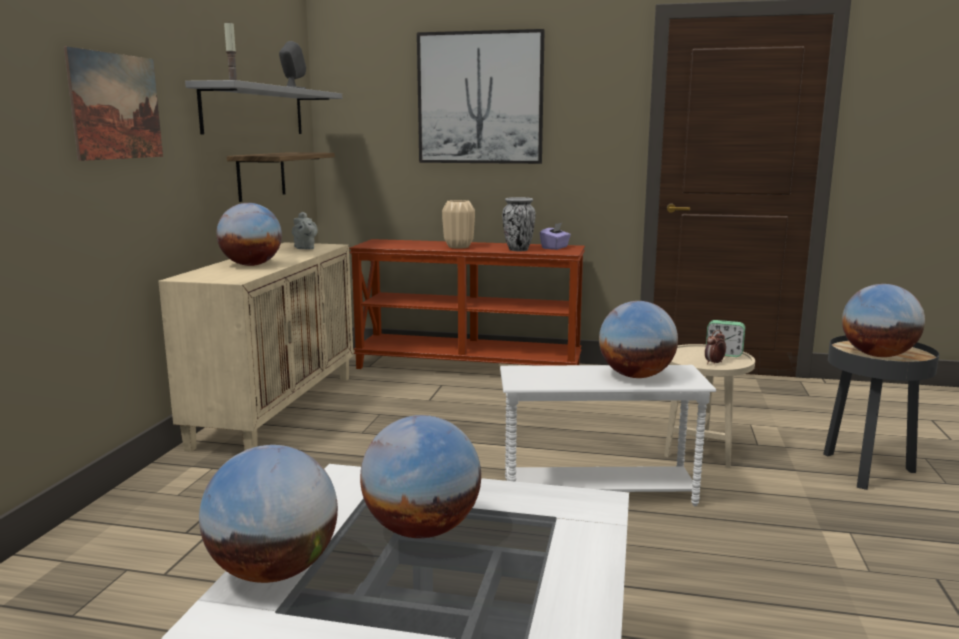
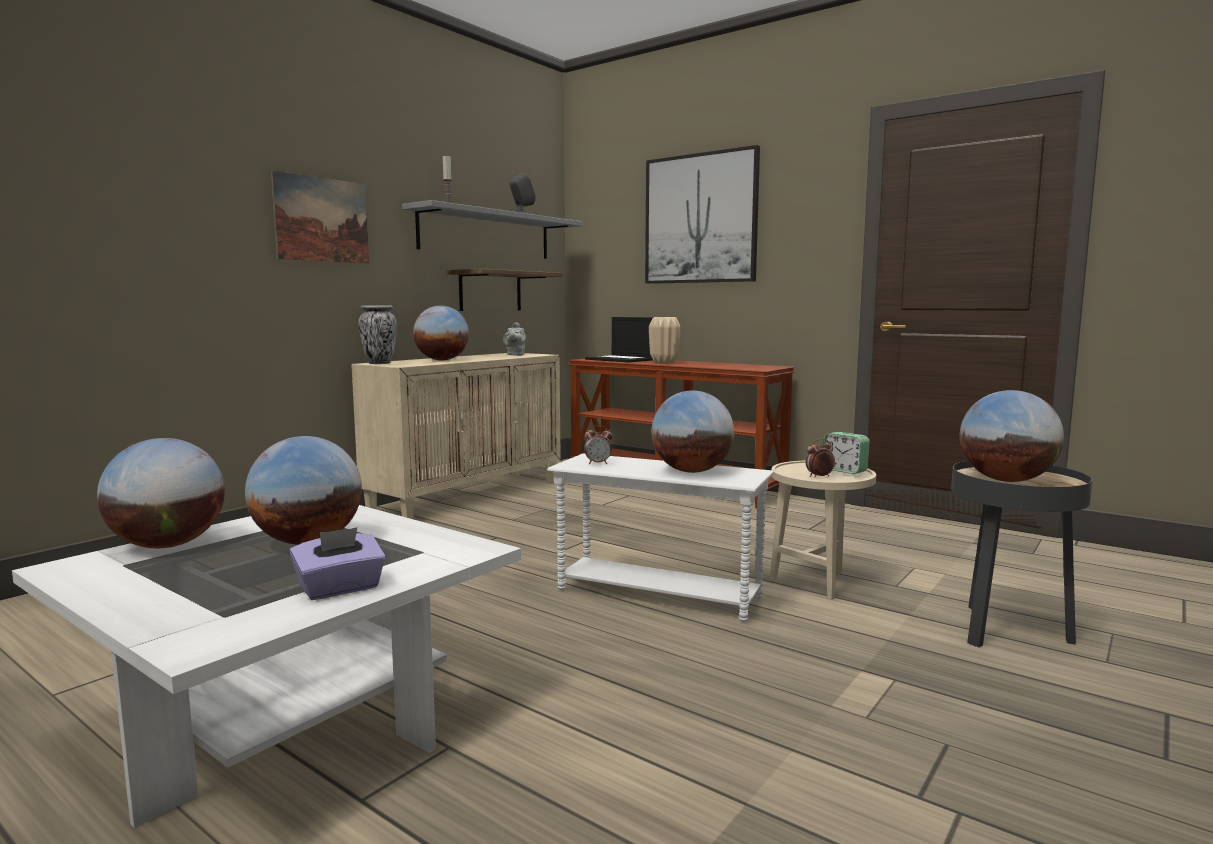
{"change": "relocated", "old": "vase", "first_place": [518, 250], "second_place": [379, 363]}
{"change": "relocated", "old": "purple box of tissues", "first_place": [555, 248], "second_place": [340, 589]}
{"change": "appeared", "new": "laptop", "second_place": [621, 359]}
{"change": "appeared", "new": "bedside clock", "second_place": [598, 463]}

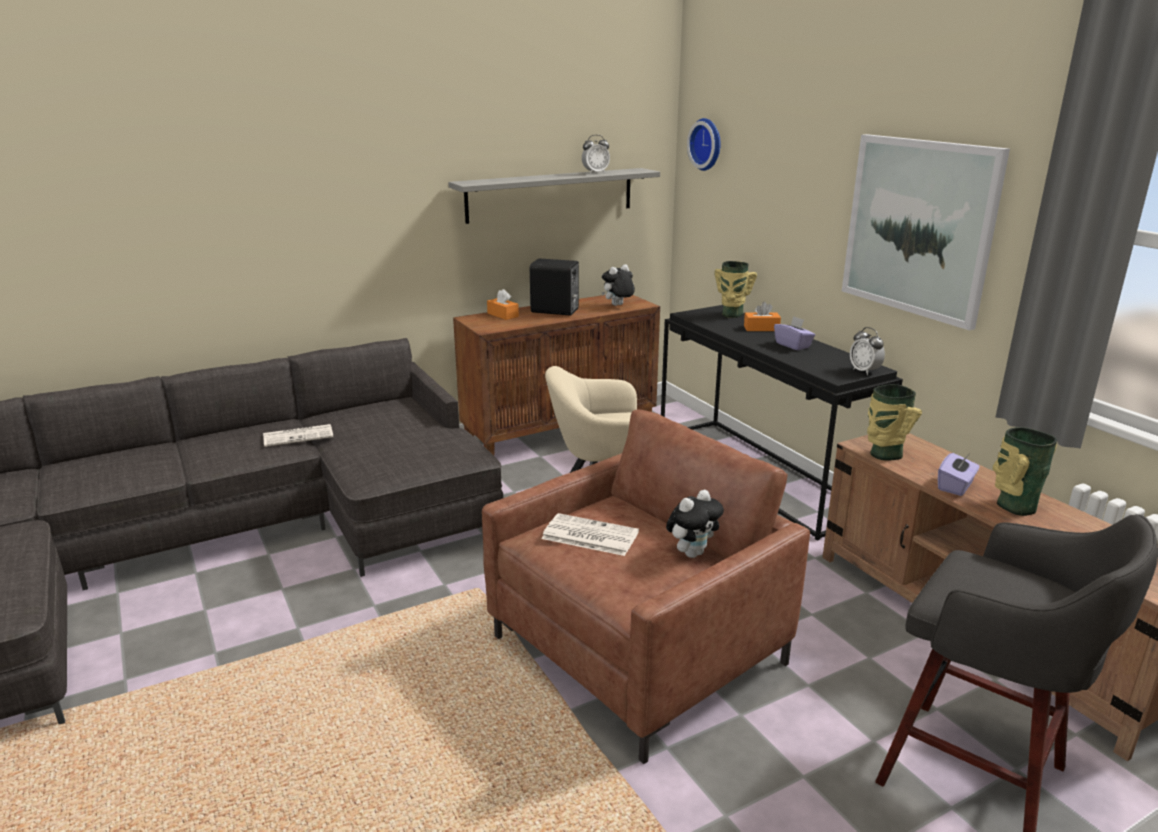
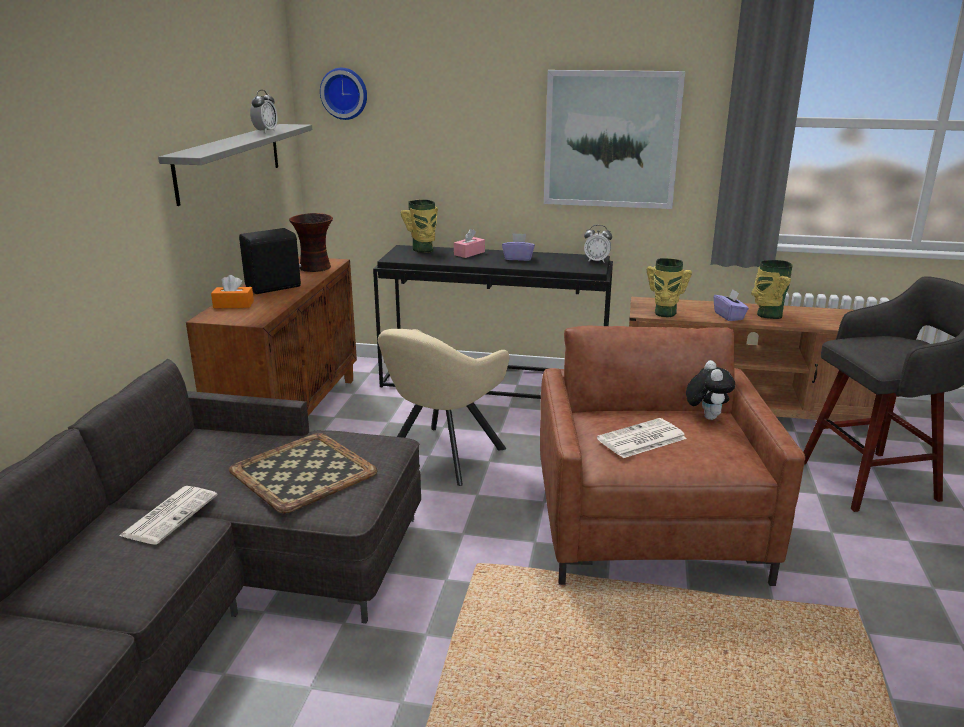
{"change": "exchanged", "old": "soft toy", "new": "vase", "first_place": [617, 305], "second_place": [315, 268]}
{"change": "colour", "old": "orangey box of tissues", "new": "pink box of tissues", "first_place": [761, 328], "second_place": [469, 253]}
{"change": "appeared", "new": "tray", "second_place": [301, 472]}

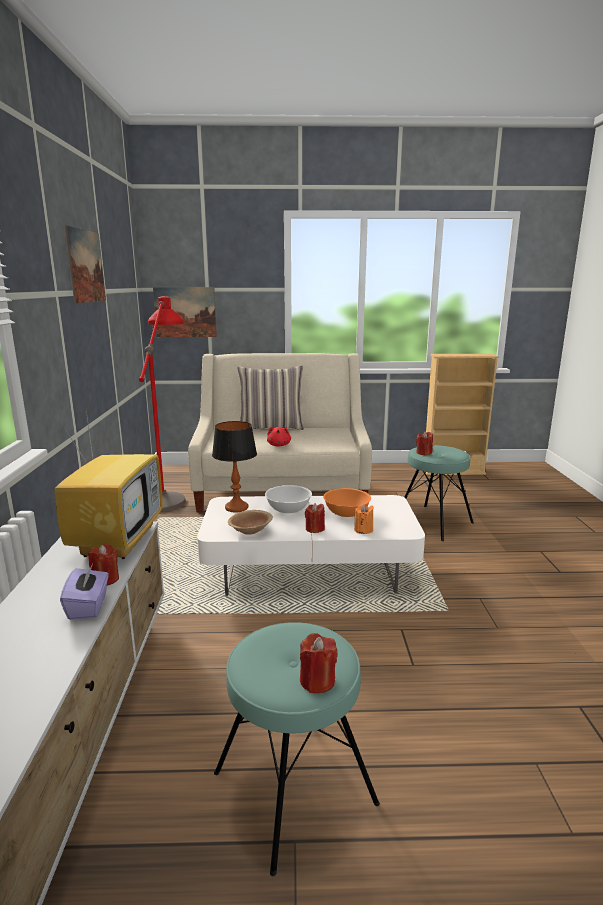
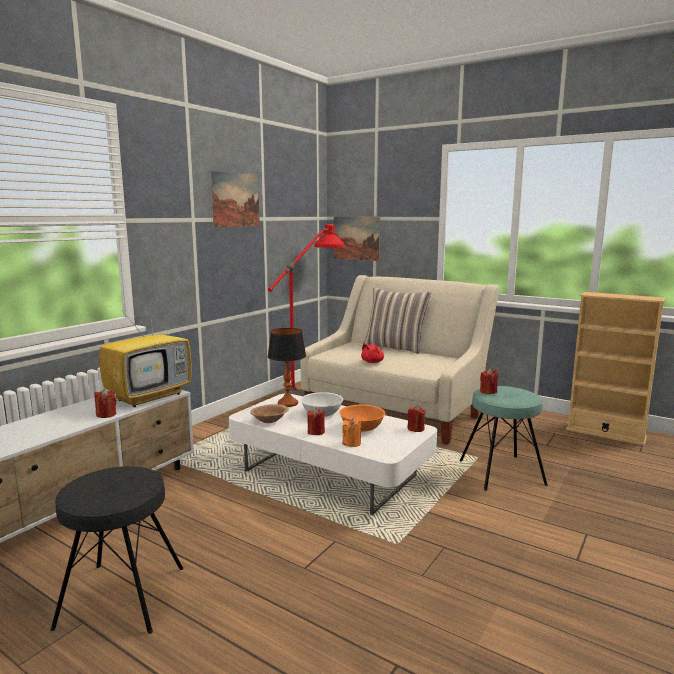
{"change": "missing", "old": "purple box of tissues", "first_place": [88, 606]}
{"change": "colour", "old": "blue-green stool", "new": "blackish stool", "first_place": [294, 787], "second_place": [122, 596]}
{"change": "relocated", "old": "reddish wax light", "first_place": [317, 681], "second_place": [415, 429]}

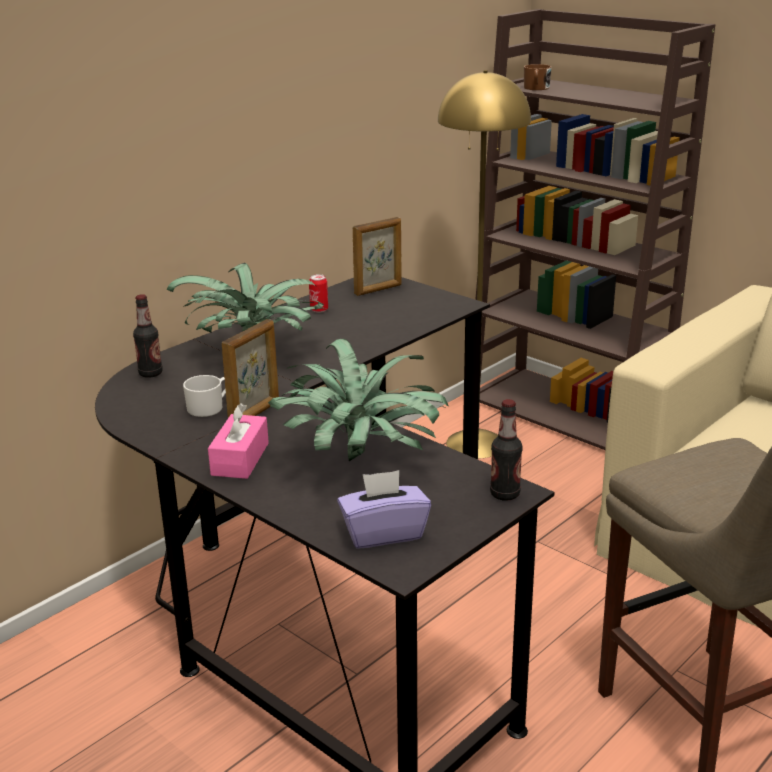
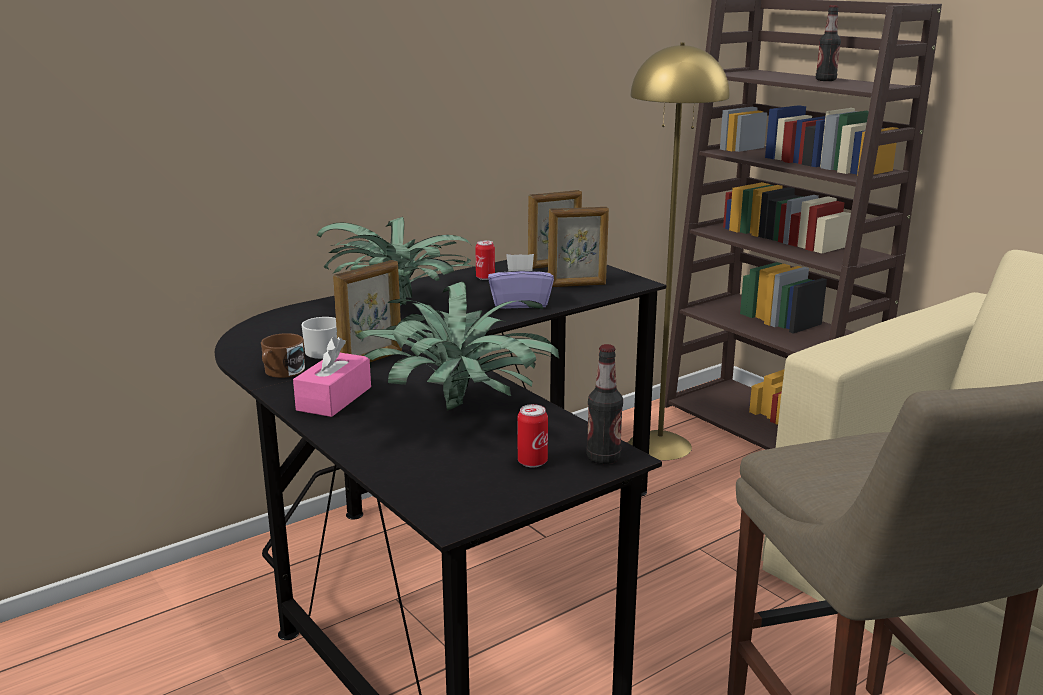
{"change": "relocated", "old": "brown tea mug", "first_place": [536, 88], "second_place": [281, 372]}
{"change": "relocated", "old": "drink bottle", "first_place": [150, 373], "second_place": [825, 80]}
{"change": "relocated", "old": "purple box of tissues", "first_place": [383, 533], "second_place": [520, 303]}
{"change": "appeared", "new": "picture frame", "second_place": [577, 285]}
{"change": "appeared", "new": "metal can", "second_place": [532, 462]}

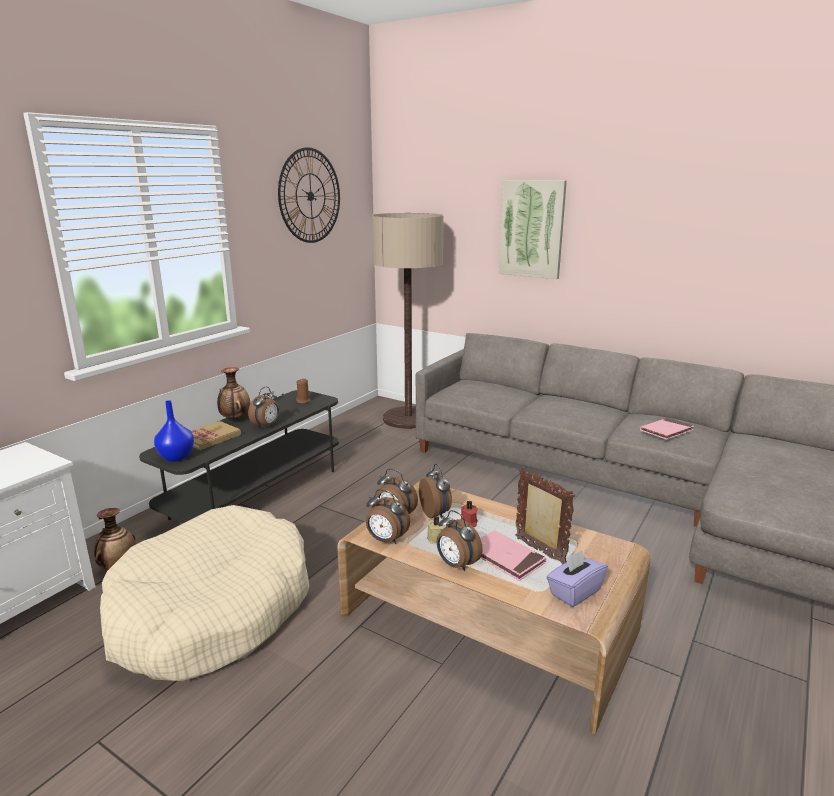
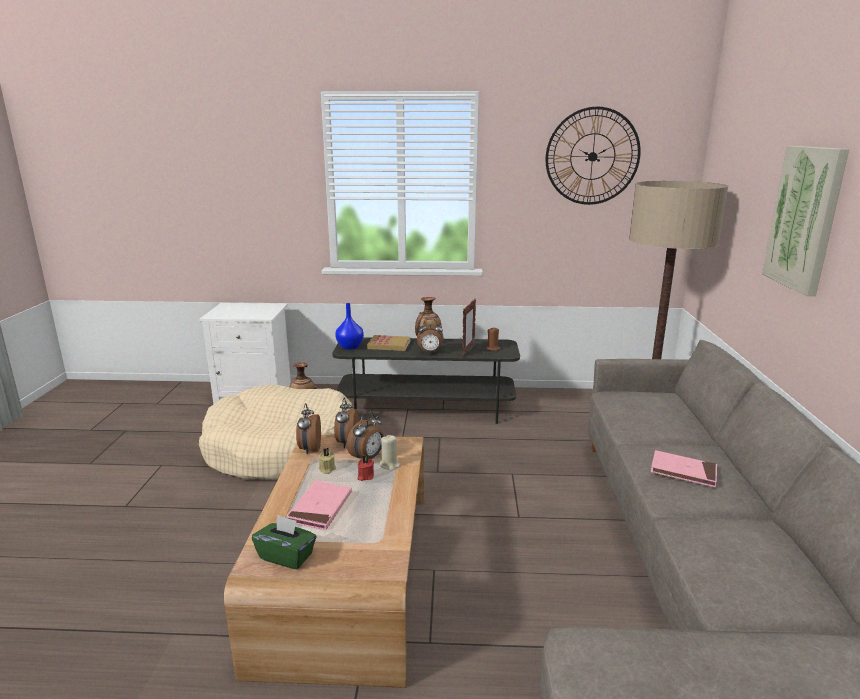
{"change": "relocated", "old": "pink book", "first_place": [666, 431], "second_place": [683, 471]}
{"change": "relocated", "old": "picture frame", "first_place": [539, 552], "second_place": [468, 350]}
{"change": "missing", "old": "bedside clock", "first_place": [456, 565]}
{"change": "colour", "old": "purple box of tissues", "new": "green box of tissues", "first_place": [574, 592], "second_place": [286, 556]}
{"change": "appeared", "new": "beige-coloured wax light", "second_place": [390, 465]}

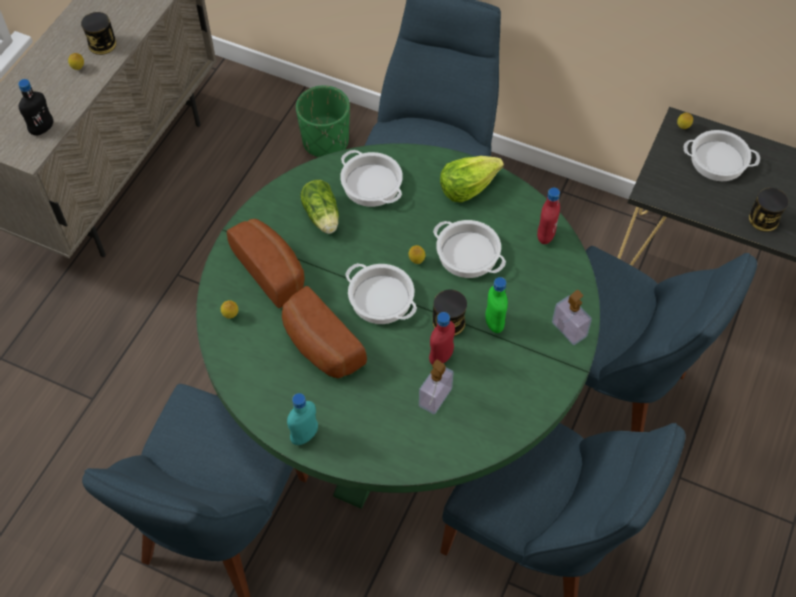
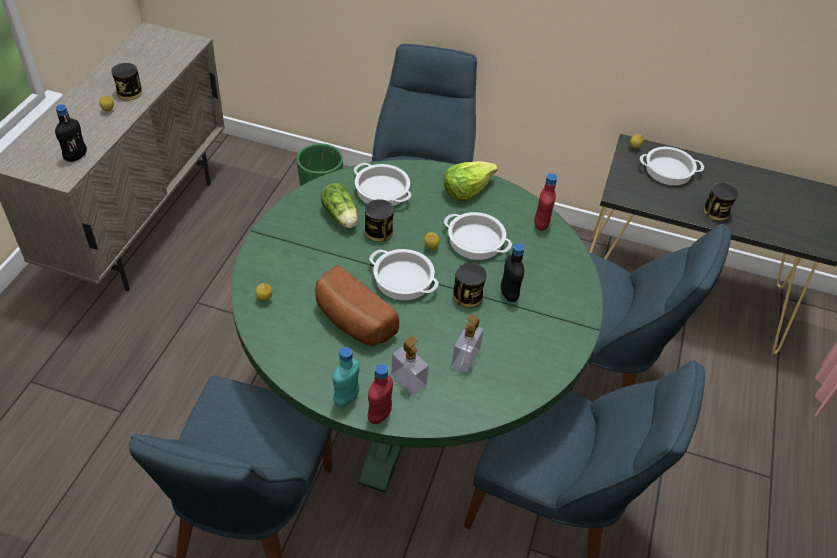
{"change": "missing", "old": "baked bread", "first_place": [272, 269]}
{"change": "colour", "old": "green drink bottle", "new": "blackish drink bottle", "first_place": [494, 323], "second_place": [508, 294]}
{"change": "relocated", "old": "liquid soap bottle", "first_place": [569, 329], "second_place": [408, 380]}
{"change": "relocated", "old": "reddish drink bottle", "first_place": [441, 357], "second_place": [379, 415]}
{"change": "appeared", "new": "metal can", "second_place": [378, 232]}

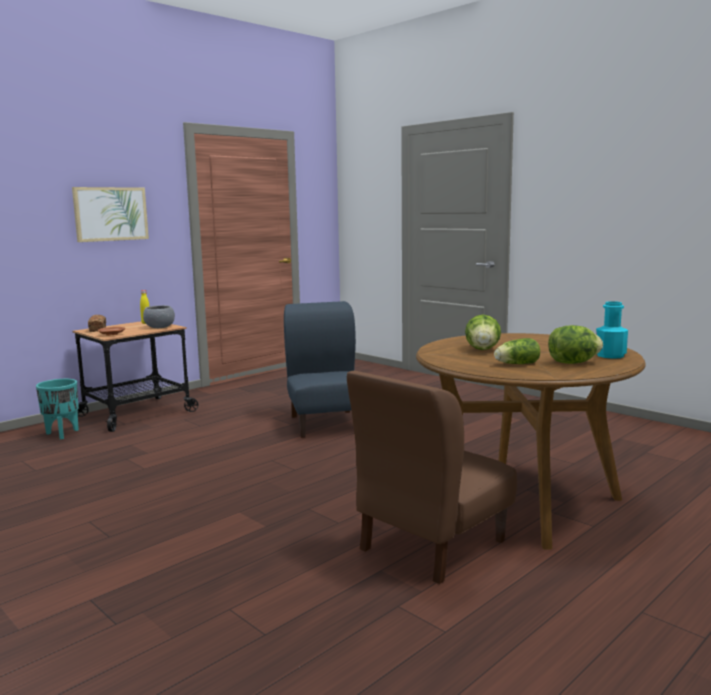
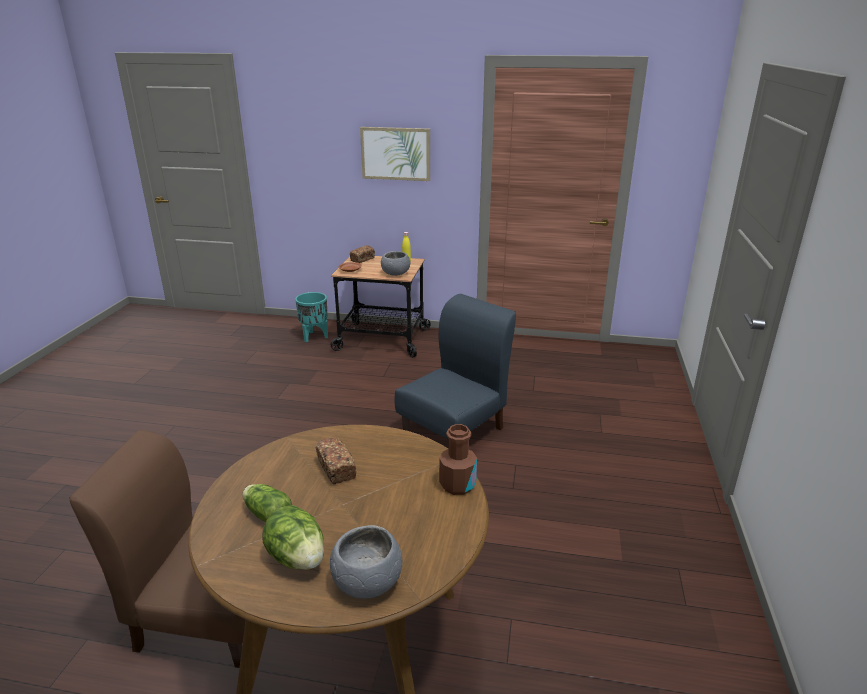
{"change": "exchanged", "old": "blue-green drink bottle", "new": "gray bowl", "first_place": [610, 355], "second_place": [367, 582]}
{"change": "exchanged", "old": "lettuce", "new": "baked bread", "first_place": [482, 349], "second_place": [336, 469]}
{"change": "appeared", "new": "brown drink bottle", "second_place": [457, 485]}

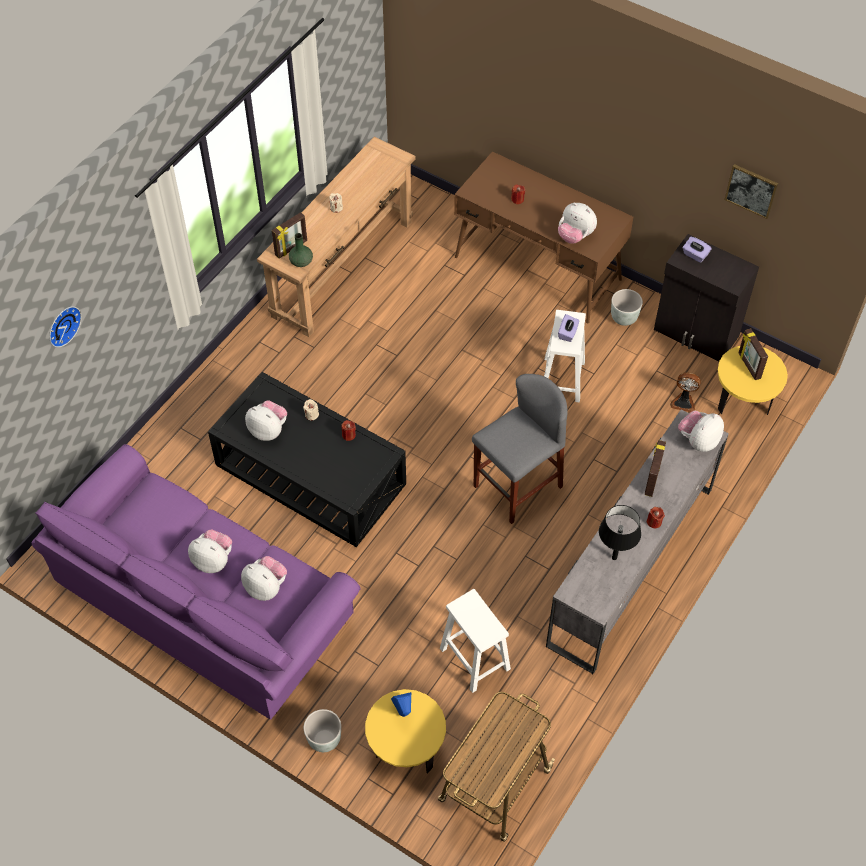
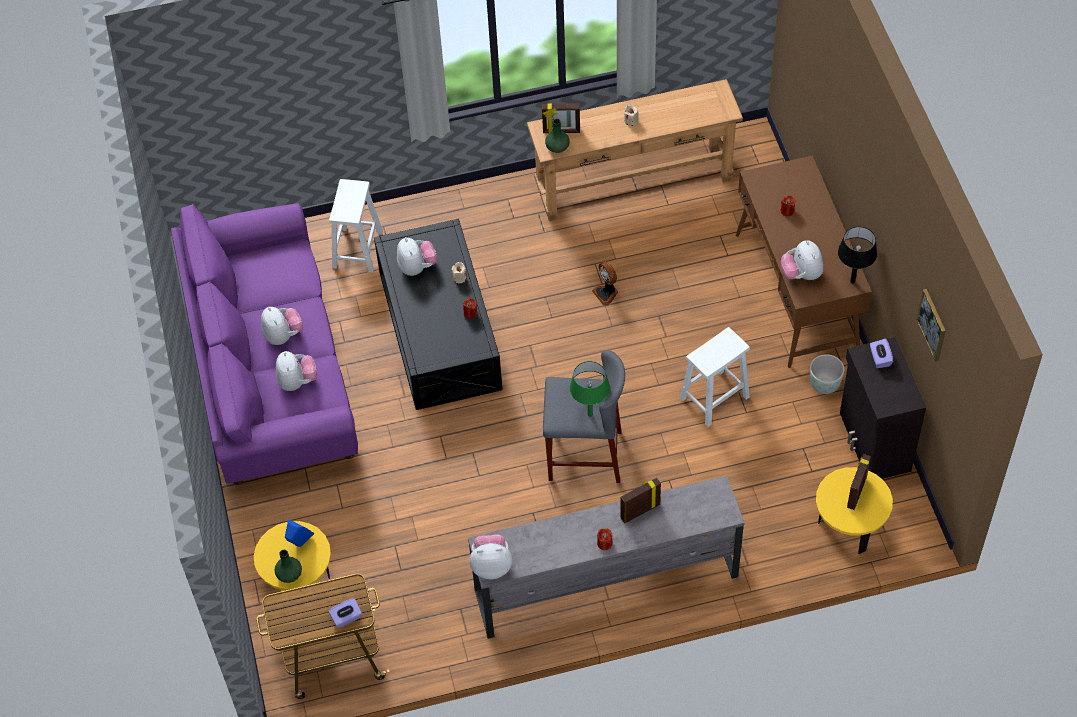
{"change": "missing", "old": "wall clock", "first_place": [62, 325]}
{"change": "relocated", "old": "purple box of tissues", "first_place": [568, 333], "second_place": [346, 618]}
{"change": "relocated", "old": "cooling fan", "first_place": [683, 402], "second_place": [606, 293]}
{"change": "relocated", "old": "soft toy", "first_place": [698, 441], "second_place": [491, 565]}
{"change": "relocated", "old": "blackish tabletop lamp", "first_place": [614, 558], "second_place": [852, 281]}
{"change": "relocated", "old": "whitish stool", "first_place": [474, 658], "second_place": [357, 248]}
{"change": "missing", "old": "gray planter", "first_place": [324, 739]}
{"change": "appeared", "new": "green tabletop lamp", "second_place": [590, 414]}
{"change": "appeared", "new": "green vase", "second_place": [289, 574]}

